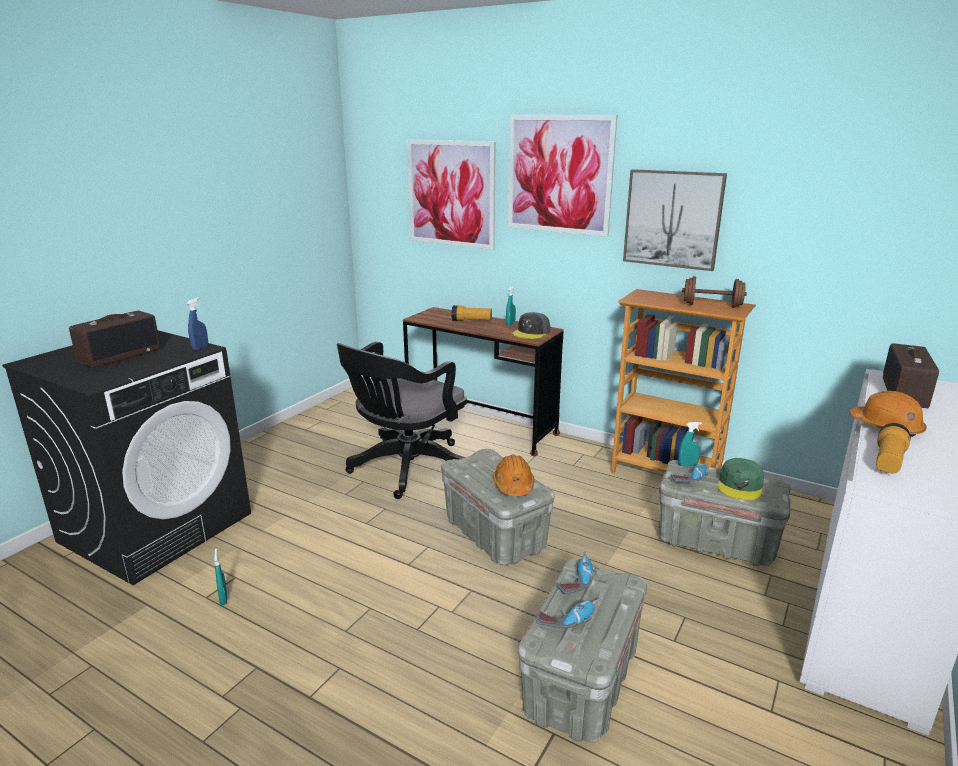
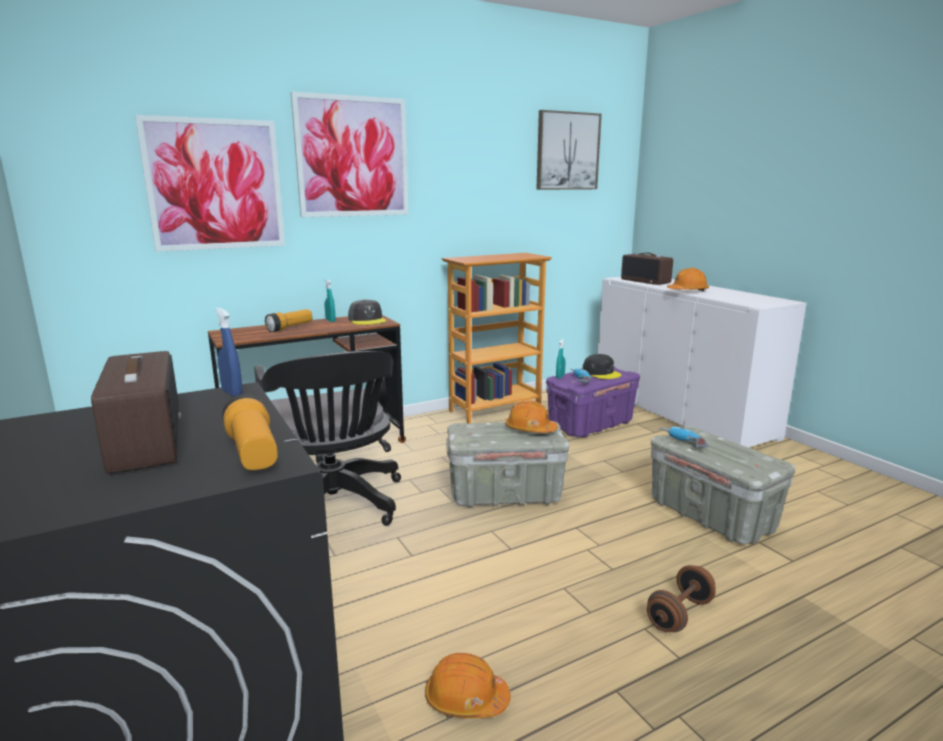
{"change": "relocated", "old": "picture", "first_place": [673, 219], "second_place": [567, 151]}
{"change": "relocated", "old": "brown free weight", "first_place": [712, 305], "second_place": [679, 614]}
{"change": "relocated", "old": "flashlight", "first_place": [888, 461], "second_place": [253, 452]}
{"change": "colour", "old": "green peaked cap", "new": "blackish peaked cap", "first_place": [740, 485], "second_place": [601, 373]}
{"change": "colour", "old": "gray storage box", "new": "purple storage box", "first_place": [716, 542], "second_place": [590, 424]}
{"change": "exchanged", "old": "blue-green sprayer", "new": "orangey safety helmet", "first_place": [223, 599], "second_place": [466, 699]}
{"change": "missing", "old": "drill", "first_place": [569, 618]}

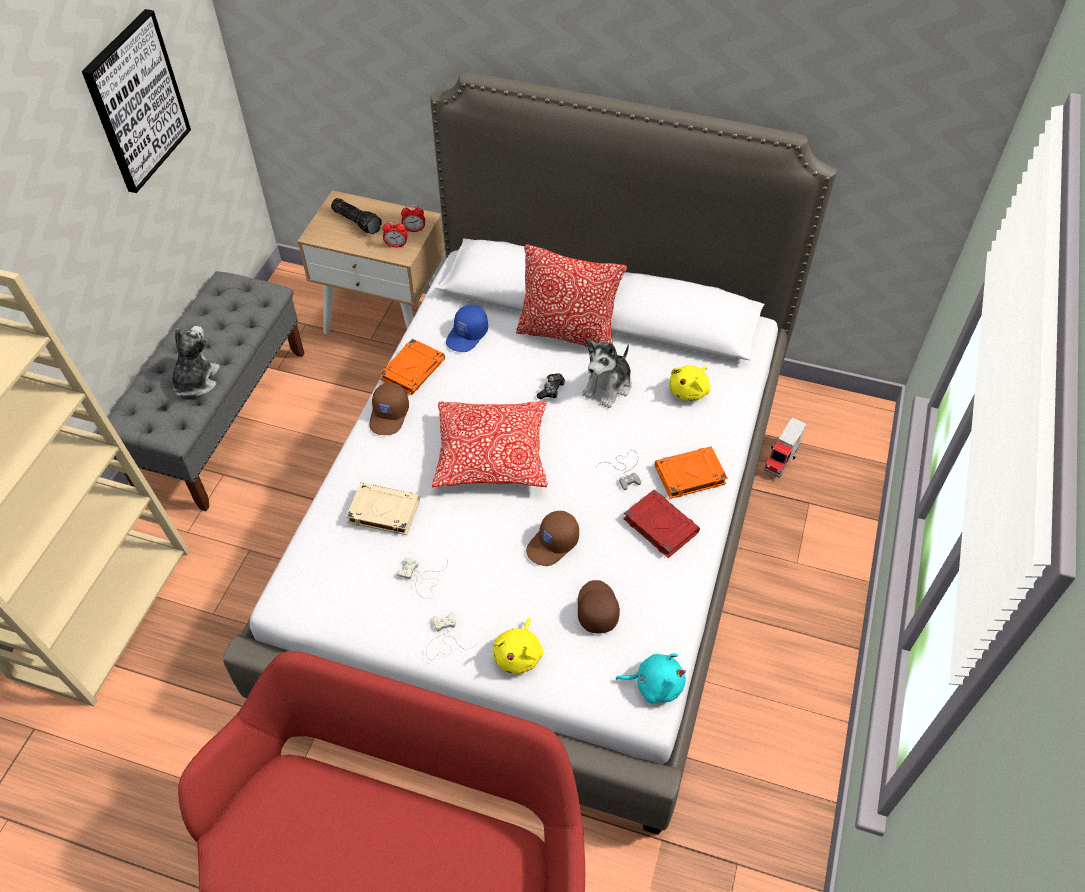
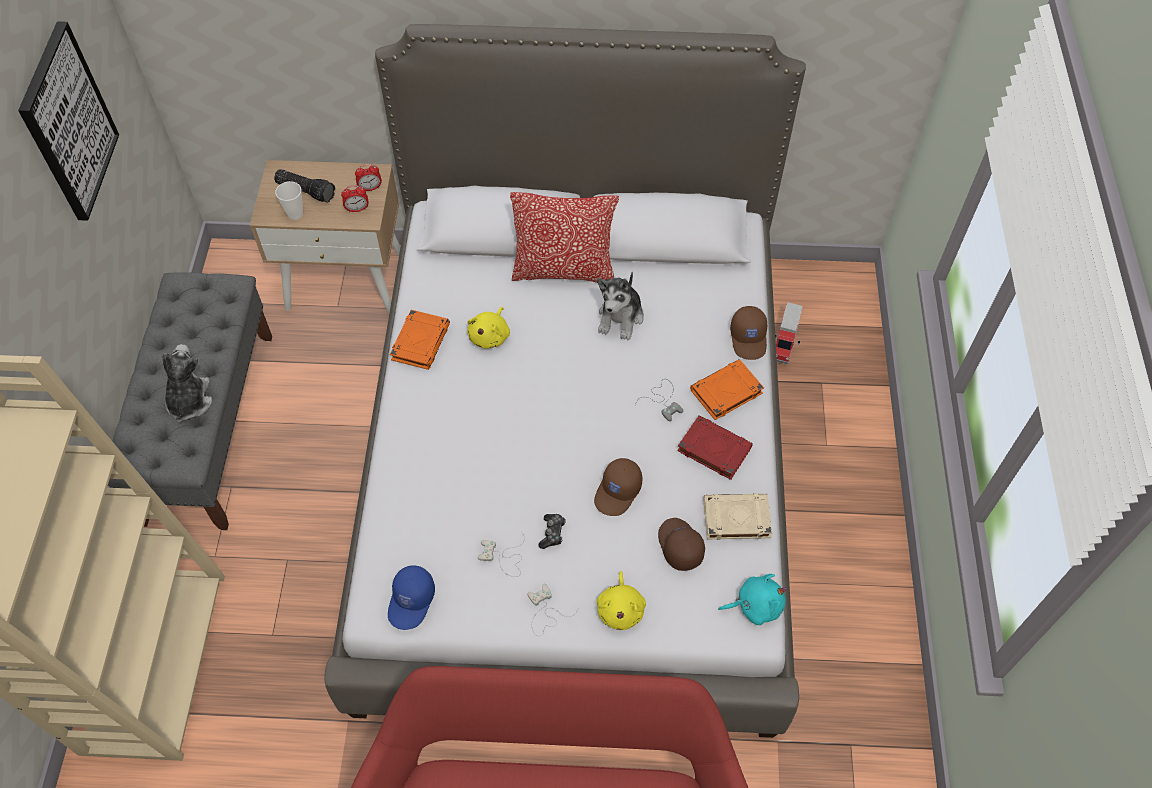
{"change": "relocated", "old": "blue peaked cap", "first_place": [467, 335], "second_place": [412, 601]}
{"change": "relocated", "old": "yellow-coloured soft toy", "first_place": [689, 390], "second_place": [490, 336]}
{"change": "relocated", "old": "gamepad", "first_place": [551, 390], "second_place": [552, 533]}
{"change": "relocated", "old": "brown peaked cap", "first_place": [389, 415], "second_place": [749, 338]}
{"change": "missing", "old": "pillow", "first_place": [491, 455]}
{"change": "relocated", "old": "beige-coloured book", "first_place": [383, 511], "second_place": [735, 519]}
{"change": "appeared", "new": "cup", "second_place": [295, 214]}

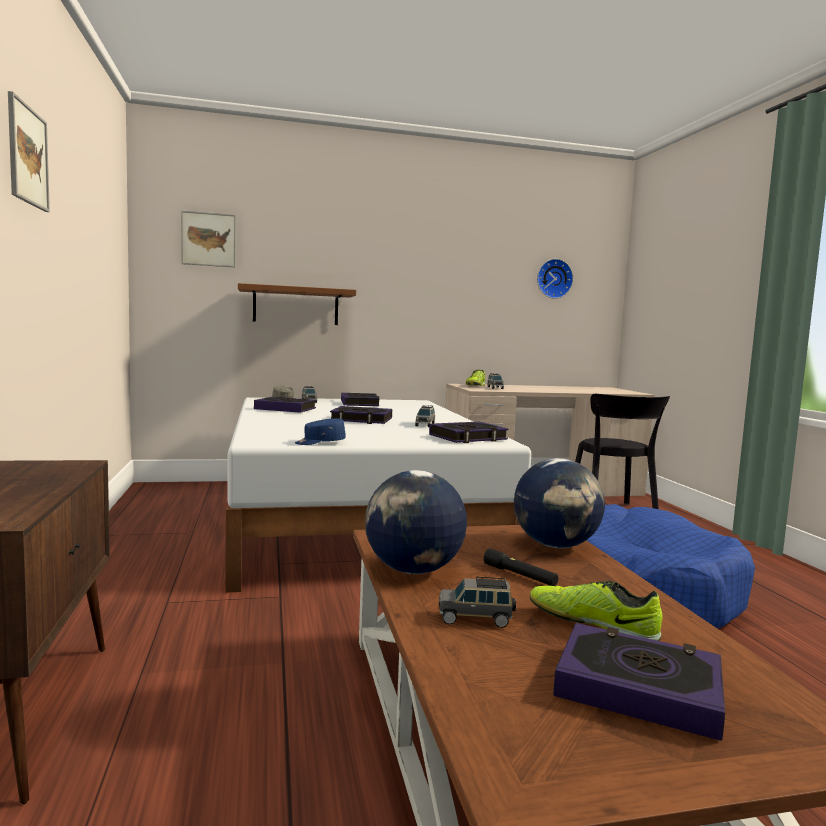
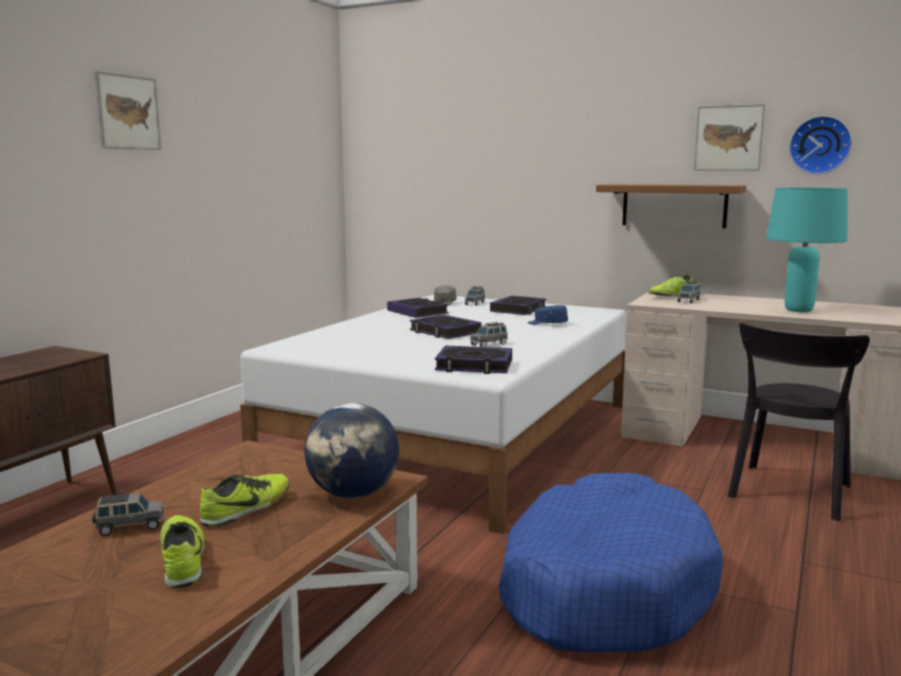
{"change": "relocated", "old": "picture", "first_place": [208, 239], "second_place": [728, 138]}
{"change": "relocated", "old": "brown shelf", "first_place": [296, 306], "second_place": [674, 205]}
{"change": "relocated", "old": "blue peaked cap", "first_place": [320, 443], "second_place": [547, 324]}
{"change": "missing", "old": "desk globe", "first_place": [412, 570]}
{"change": "exchanged", "old": "blackish flashlight", "new": "low shoe", "first_place": [519, 575], "second_place": [247, 509]}
{"change": "spun", "old": "gray miniature car", "first_place": [476, 619], "second_place": [129, 527], "degrees": 120}
{"change": "missing", "old": "book", "first_place": [638, 688]}
{"change": "appeared", "new": "blue-green tabletop lamp", "second_place": [798, 310]}

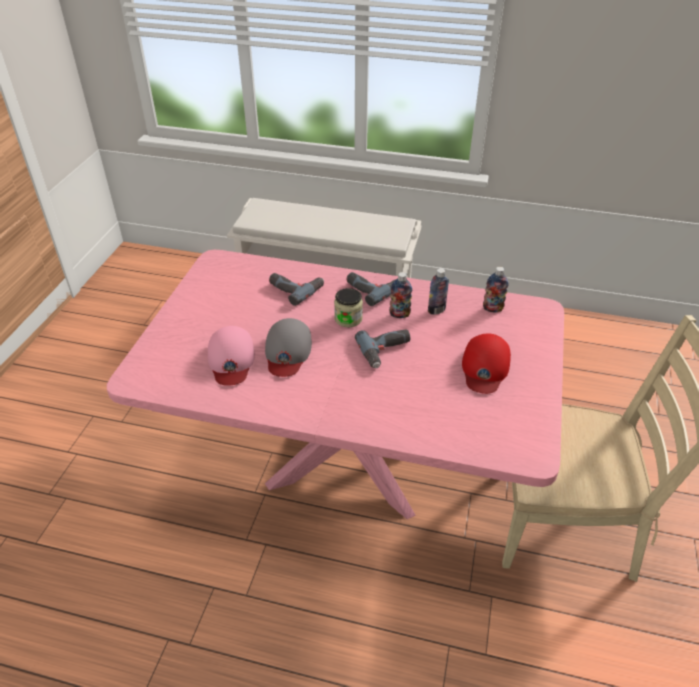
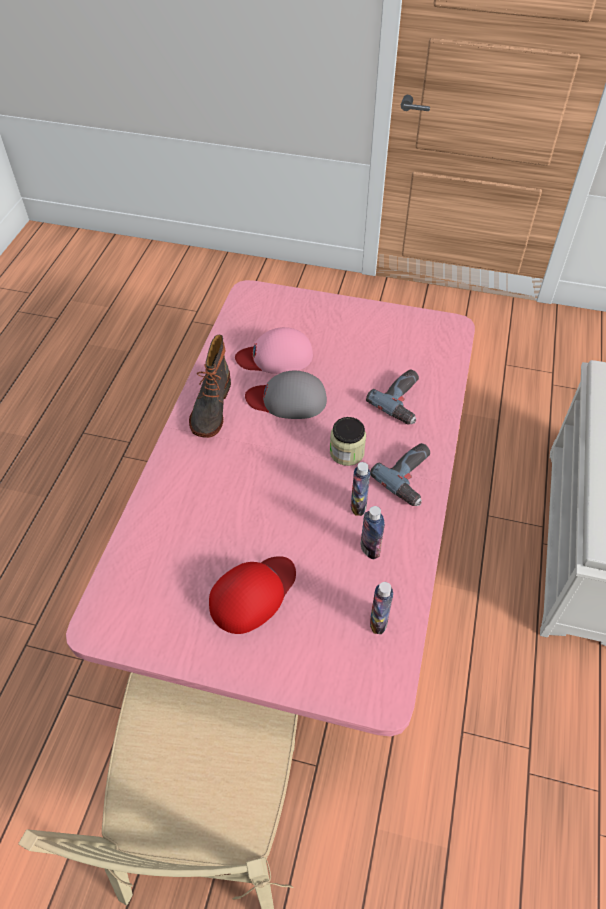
{"change": "missing", "old": "drill", "first_place": [386, 351]}
{"change": "spun", "old": "reddish peaked cap", "first_place": [485, 367], "second_place": [253, 594], "degrees": 120}
{"change": "appeared", "new": "tall boot", "second_place": [210, 407]}

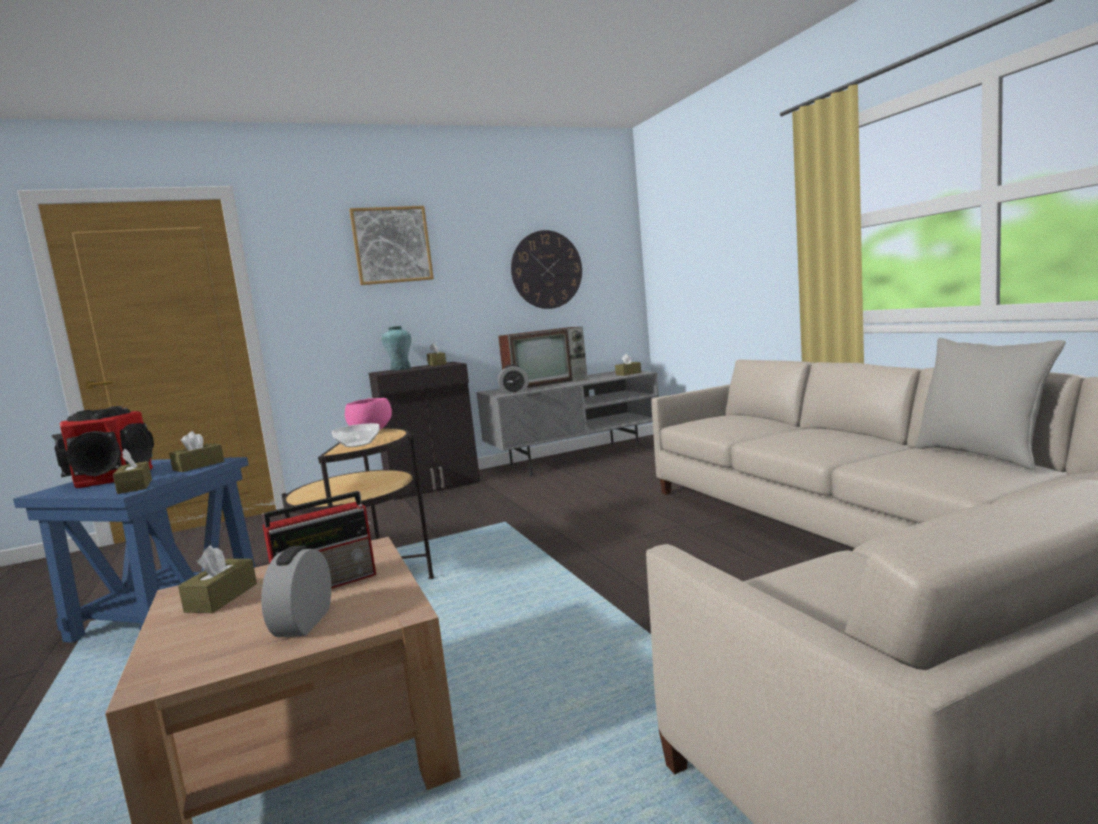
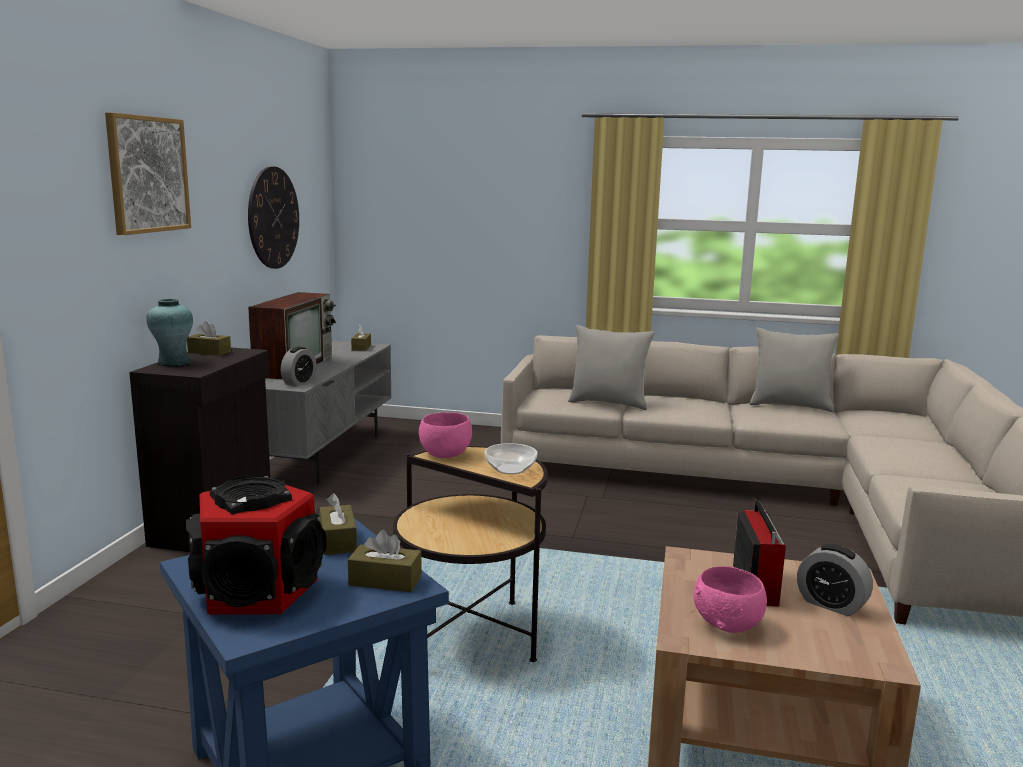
{"change": "exchanged", "old": "brown box of tissues", "new": "pink bowl", "first_place": [221, 597], "second_place": [728, 624]}
{"change": "appeared", "new": "gray pillow", "second_place": [608, 403]}

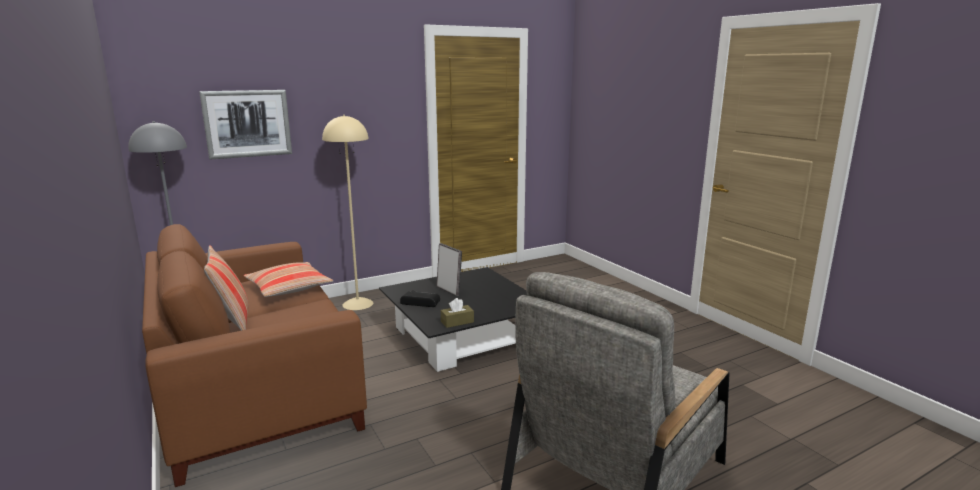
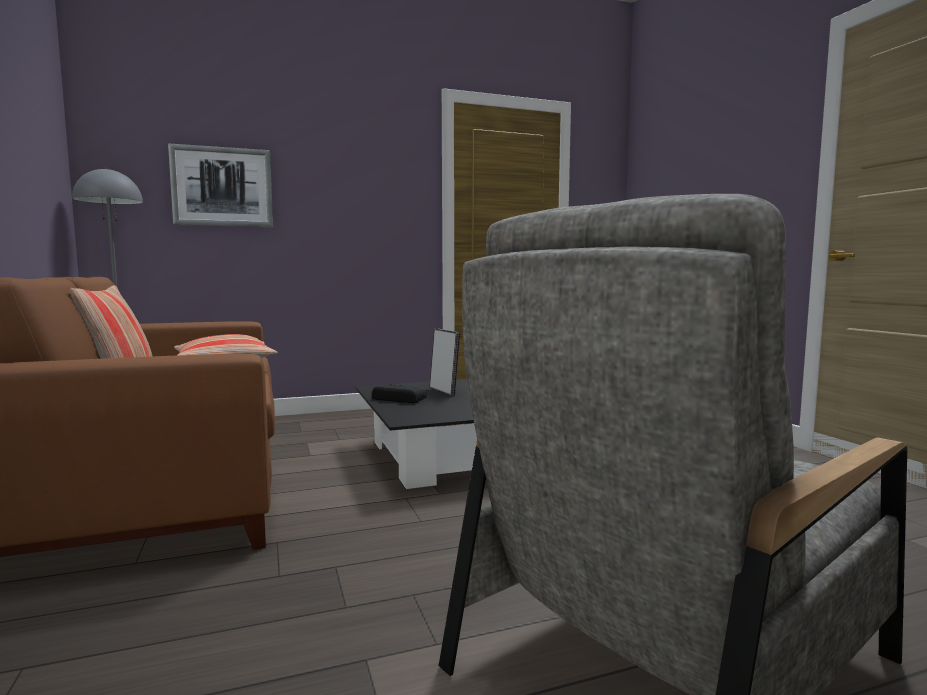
{"change": "missing", "old": "beige-coloured standing lamp", "first_place": [358, 304]}
{"change": "missing", "old": "brown box of tissues", "first_place": [457, 322]}

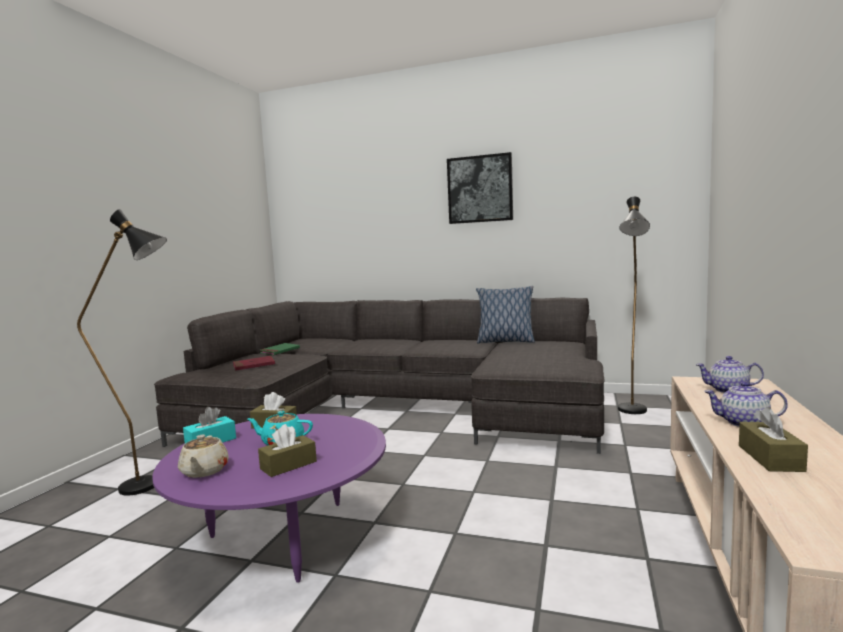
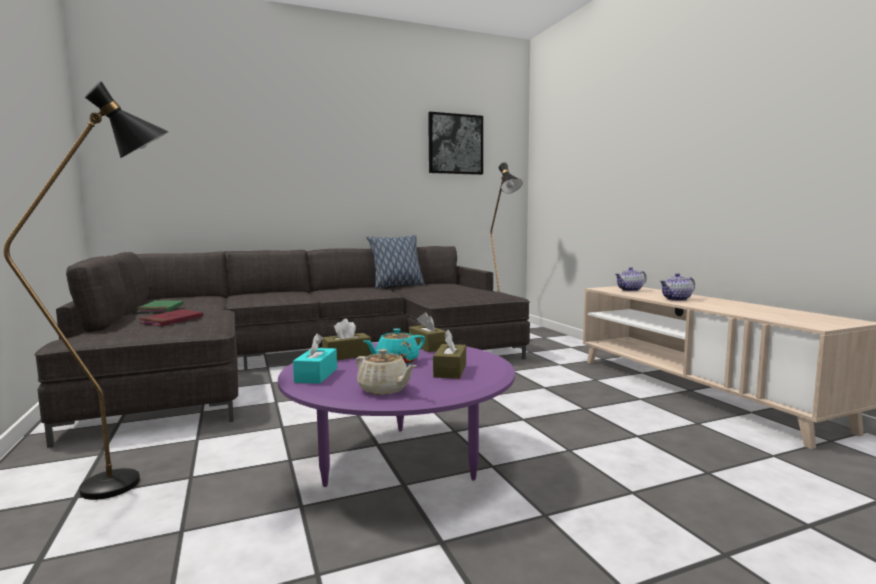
{"change": "relocated", "old": "picture", "first_place": [480, 189], "second_place": [455, 144]}
{"change": "relocated", "old": "brown box of tissues", "first_place": [770, 458], "second_place": [428, 346]}

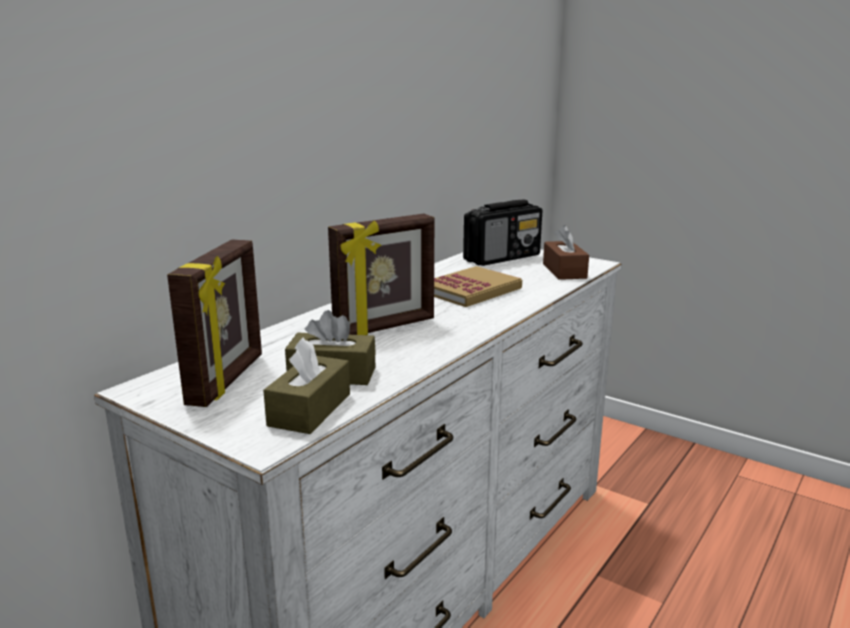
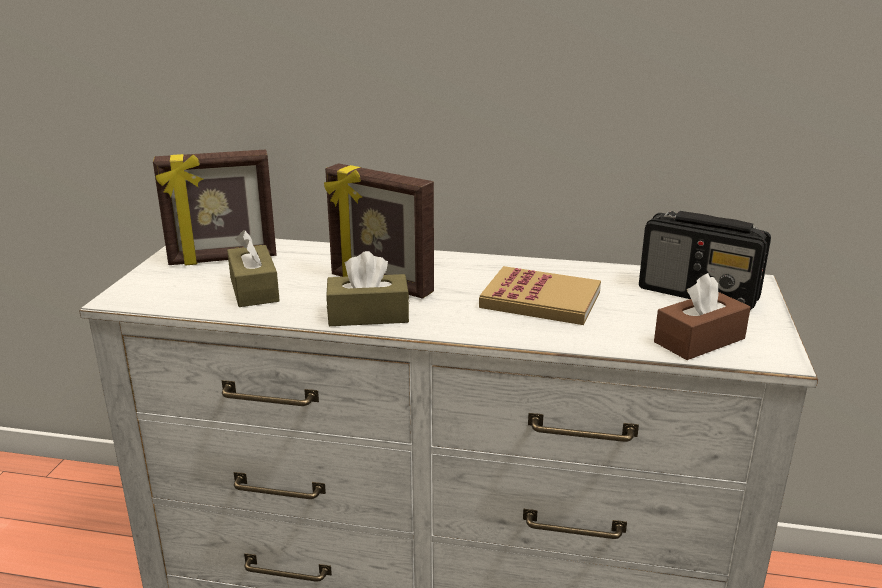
{"change": "relocated", "old": "brown box of tissues", "first_place": [310, 410], "second_place": [368, 315]}

